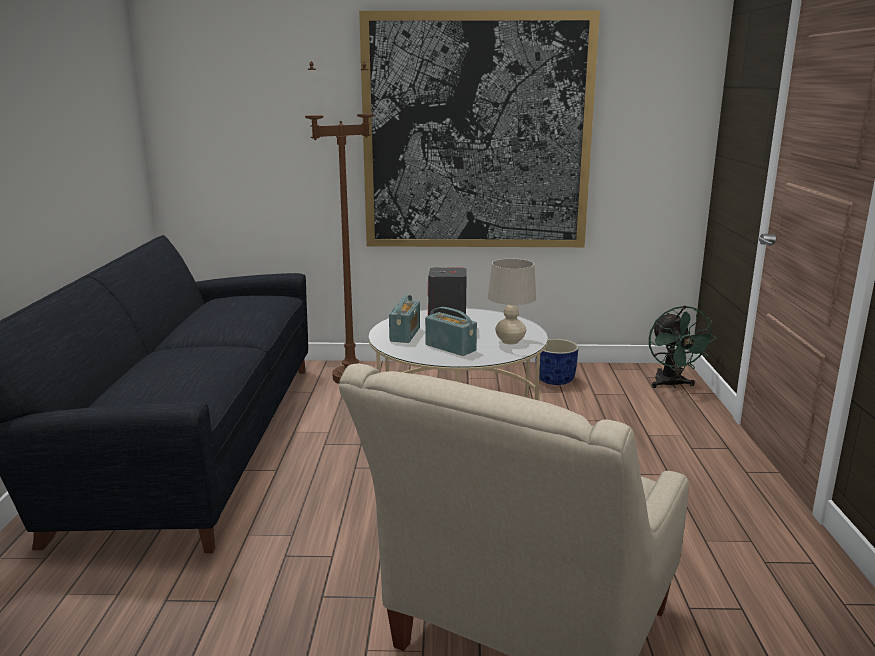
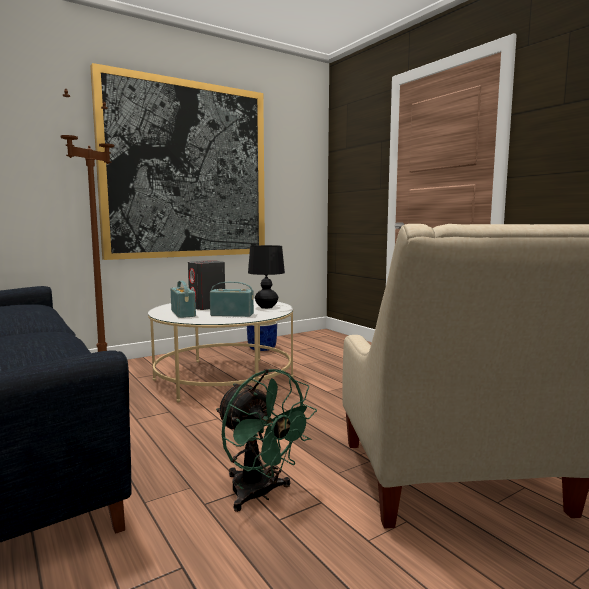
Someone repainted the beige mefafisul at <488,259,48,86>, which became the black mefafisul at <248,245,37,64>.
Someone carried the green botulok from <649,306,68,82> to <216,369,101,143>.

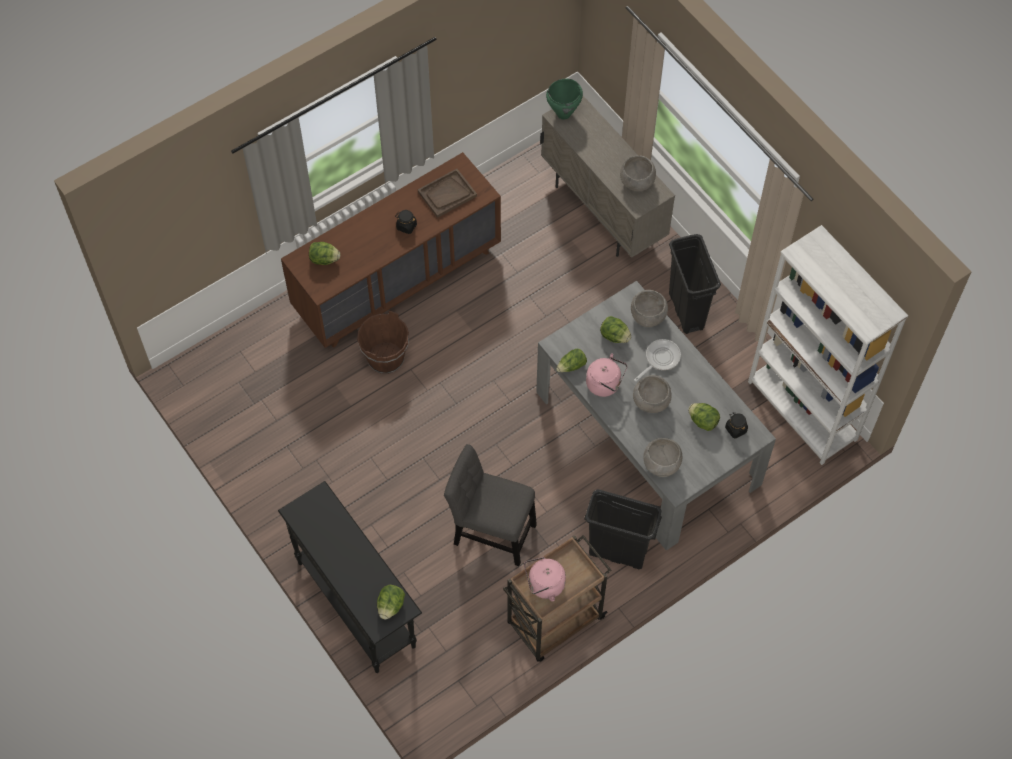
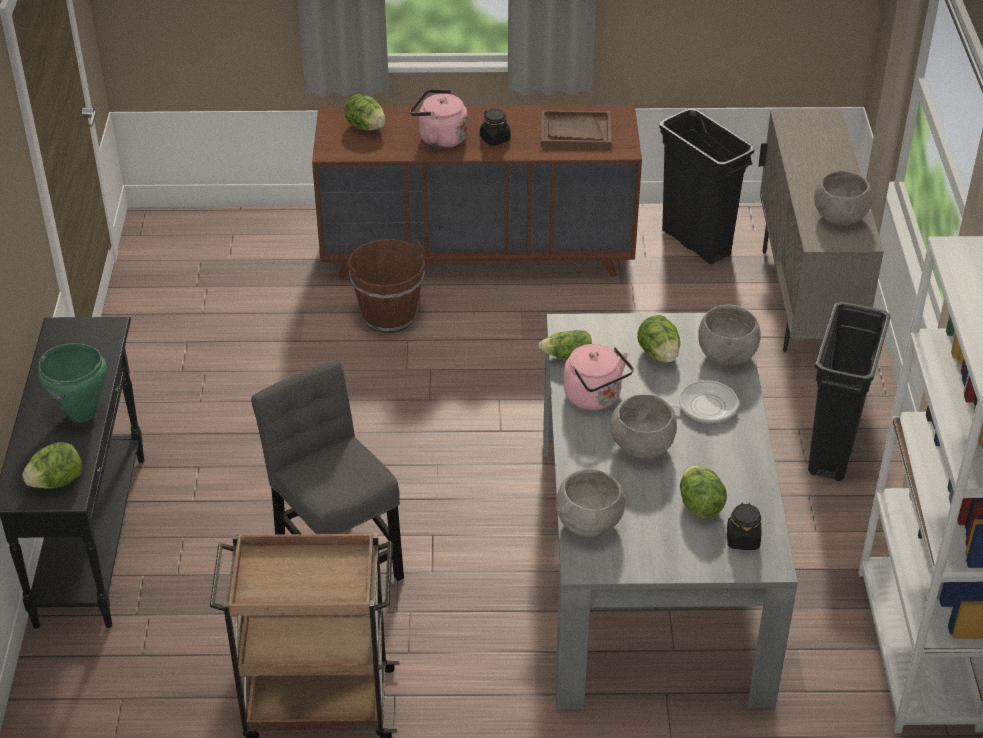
Someone carried the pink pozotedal from <524,557,42,44> to <410,89,58,59>.
Someone carried the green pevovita from <546,79,37,41> to <37,343,70,79>.
Someone carried the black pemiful from <584,489,78,80> to <659,108,96,156>.

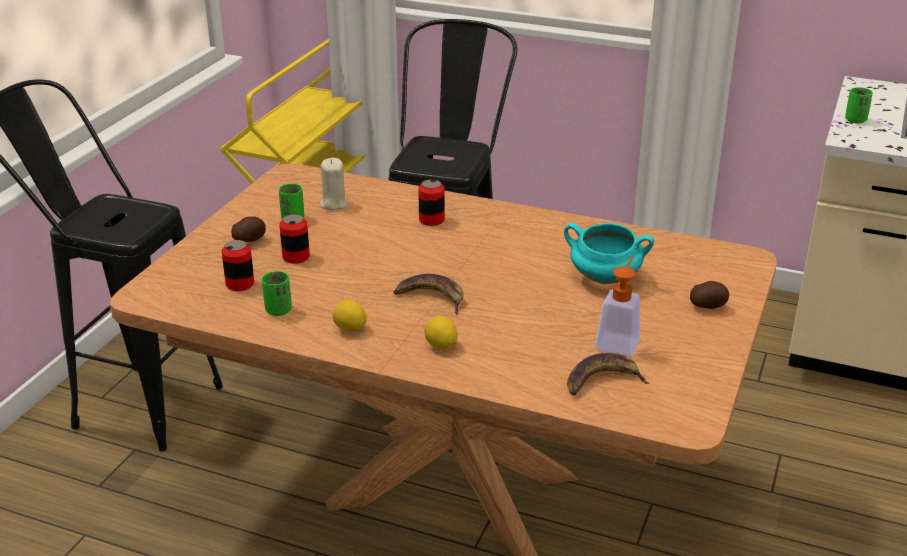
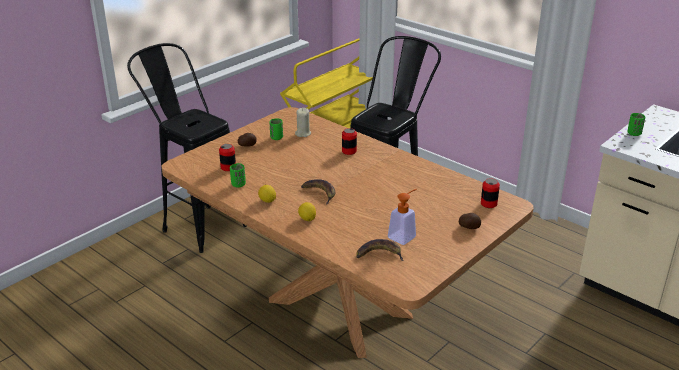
Someone carried the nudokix from <279,214,31,50> to <481,178,19,30>.
Someone took away the turquoise pevovita at <564,223,90,61>.

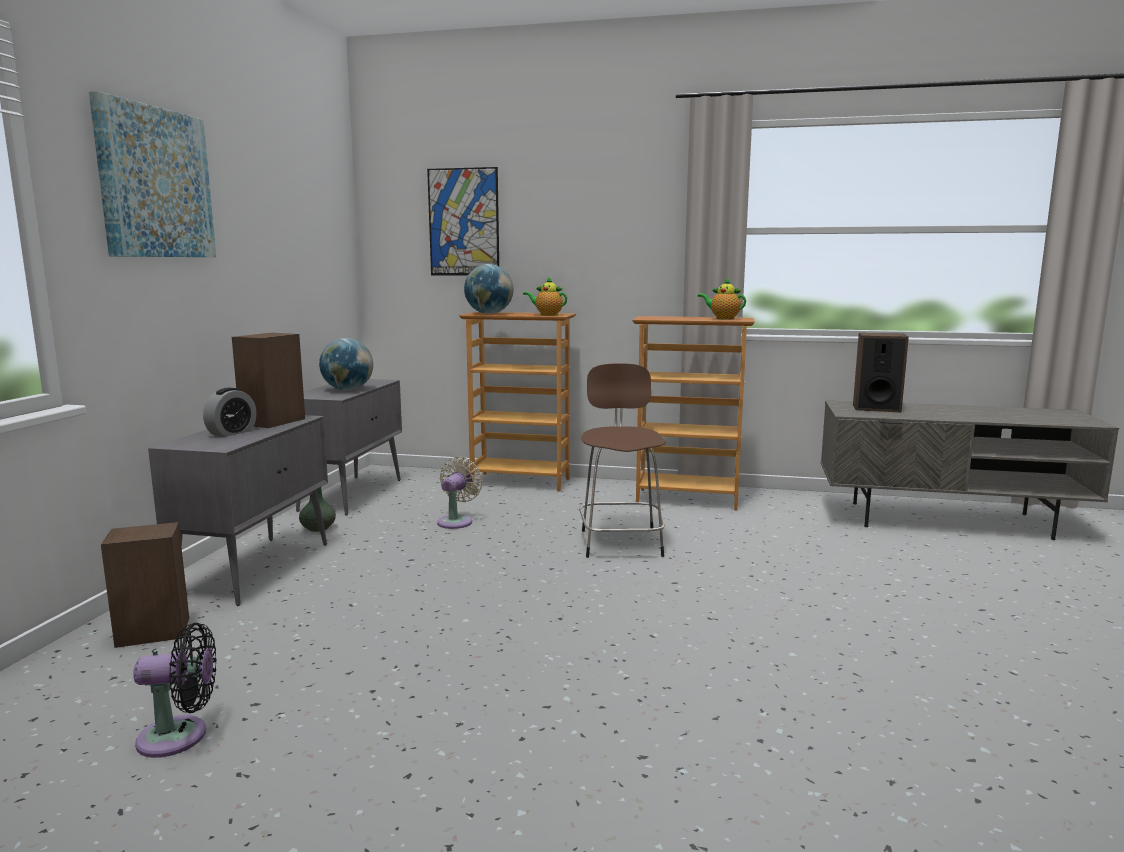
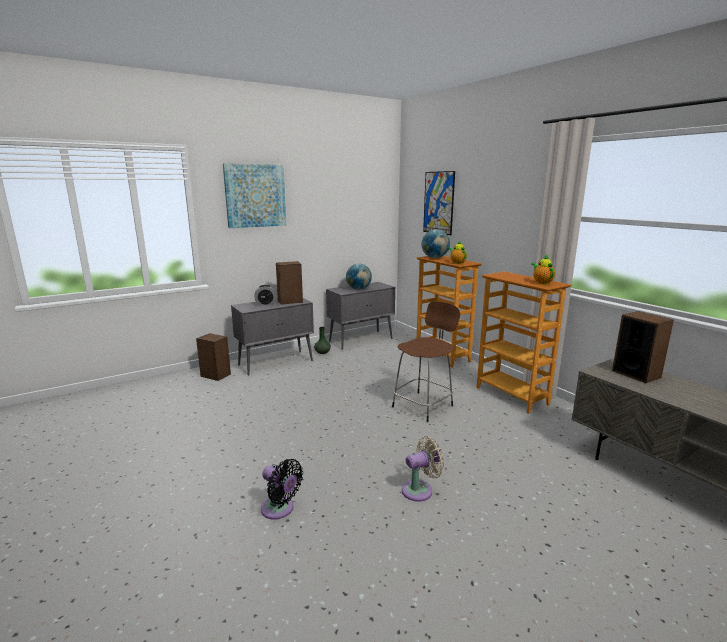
Someone carried the black botulok from <133,623,84,135> to <261,459,42,61>.
Someone carried the beige botulok from <437,456,46,73> to <402,436,42,66>.

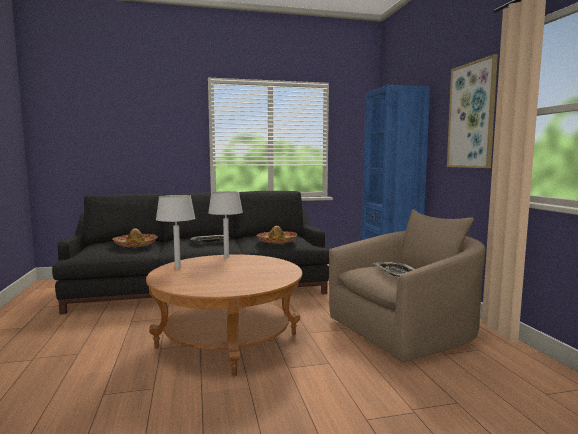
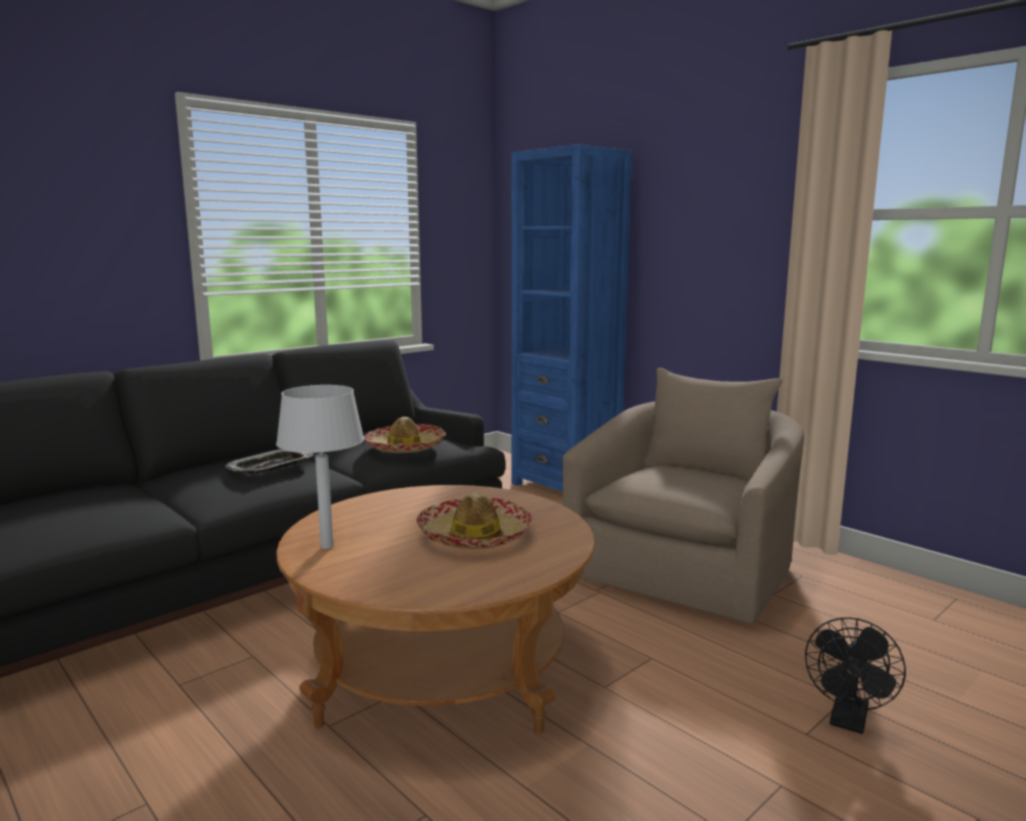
Someone carried the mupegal from <112,228,46,19> to <416,492,116,57>.
Someone took away the grey mefafisul at <208,191,35,67>.
Someone took away the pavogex at <374,262,42,15>.
Someone took away the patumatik at <447,54,51,114>.
Someone put down the black botulok at <805,617,101,117>.

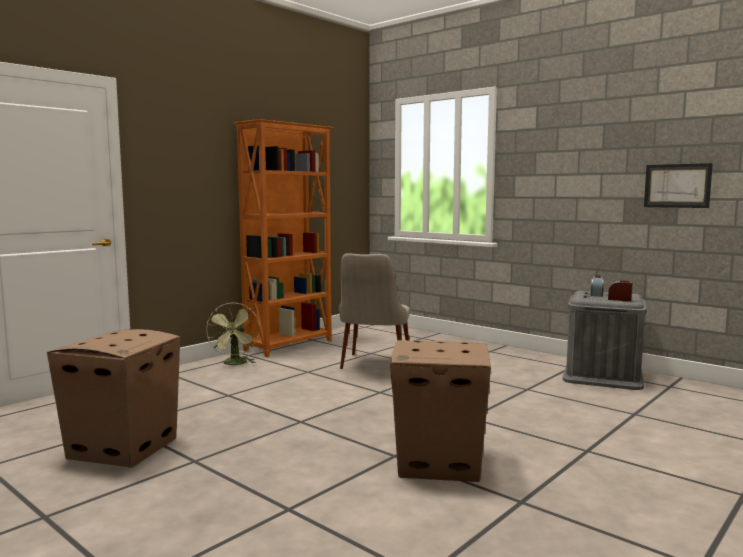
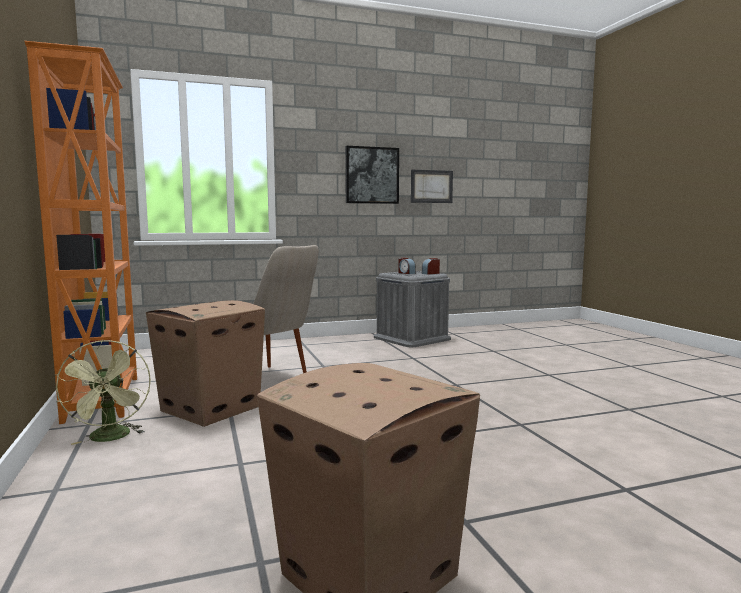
Someone rotated the green botulok at <206,303,54,62> by 45 degrees clockwise.
Someone carried the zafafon from <390,340,101,142> to <146,300,119,127>.
Someone put up the patumatik at <345,146,54,58>.

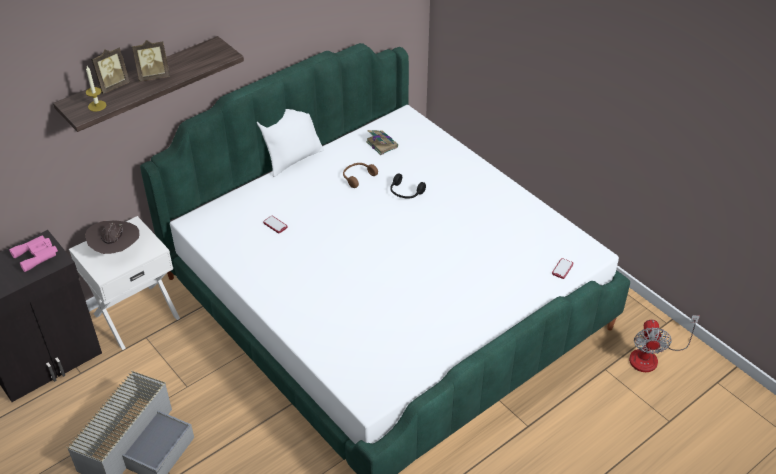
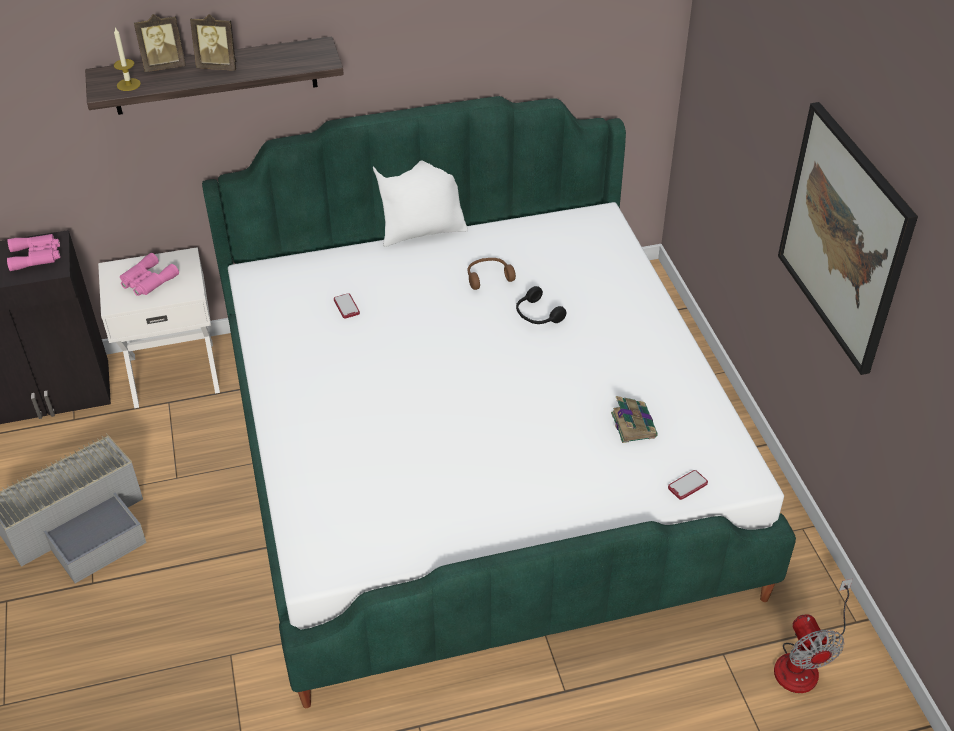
Someone swapped the brown mupegal at <86,220,54,34> for the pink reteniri at <120,253,59,43>.
Someone carried the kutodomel from <366,130,32,25> to <611,396,47,47>.
Someone rotated the botulok at <629,315,71,57> by 45 degrees counterclockwise.
Someone put up the patumatik at <778,102,140,273>.

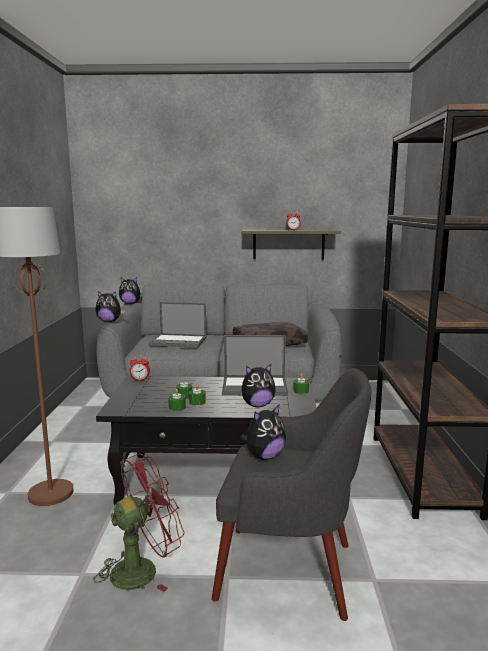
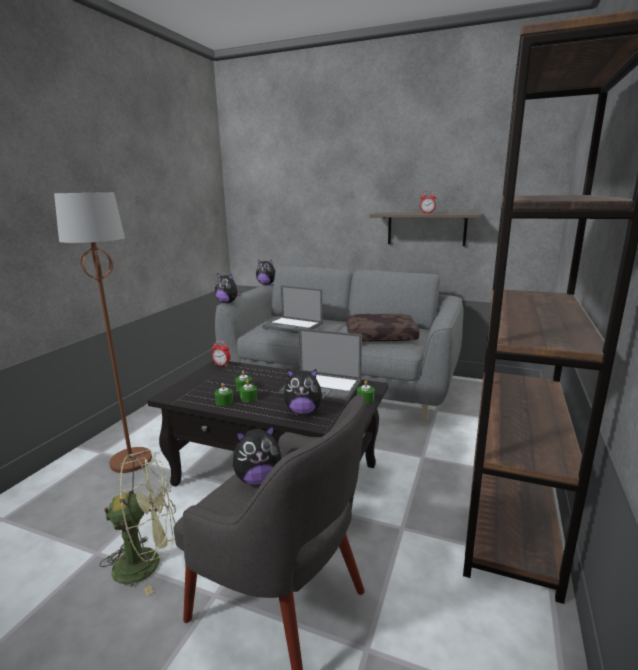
Someone repainted the red botulok at <93,454,92,138>, which became the green botulok at <100,450,76,146>.

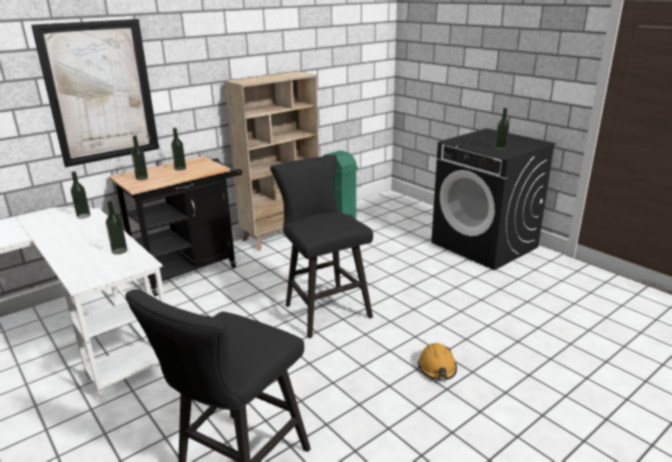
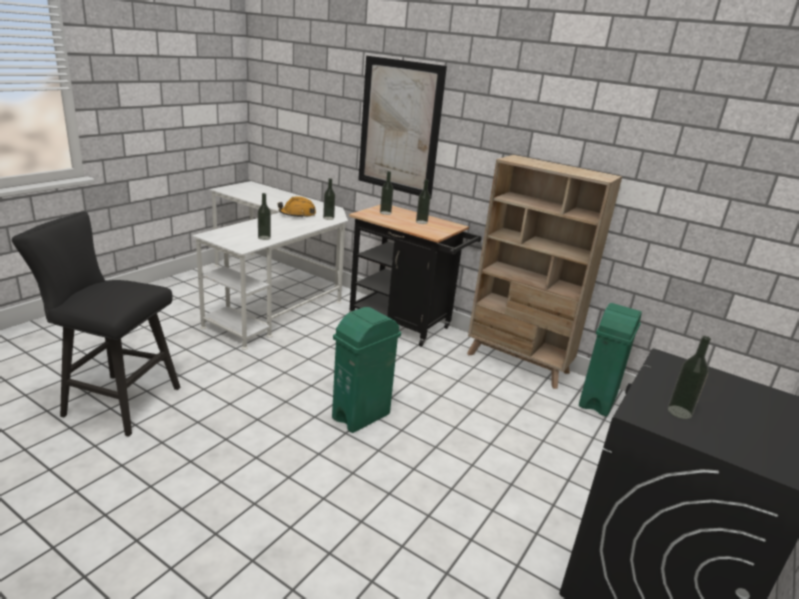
Someone swapped the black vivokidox at <270,155,103,183> for the green pemiful at <332,307,69,126>.
Someone carried the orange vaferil from <418,343,39,37> to <278,197,38,21>.

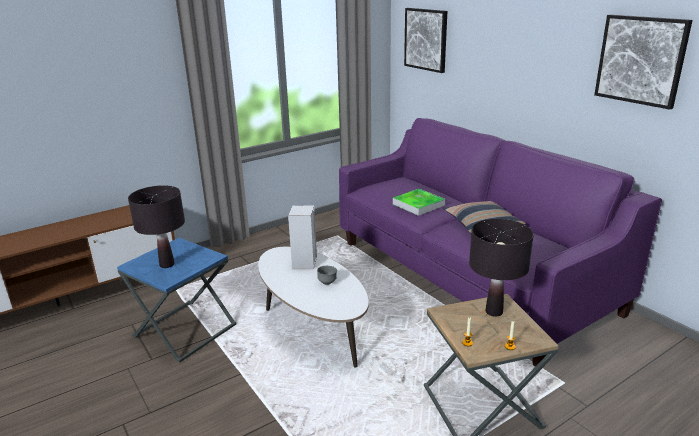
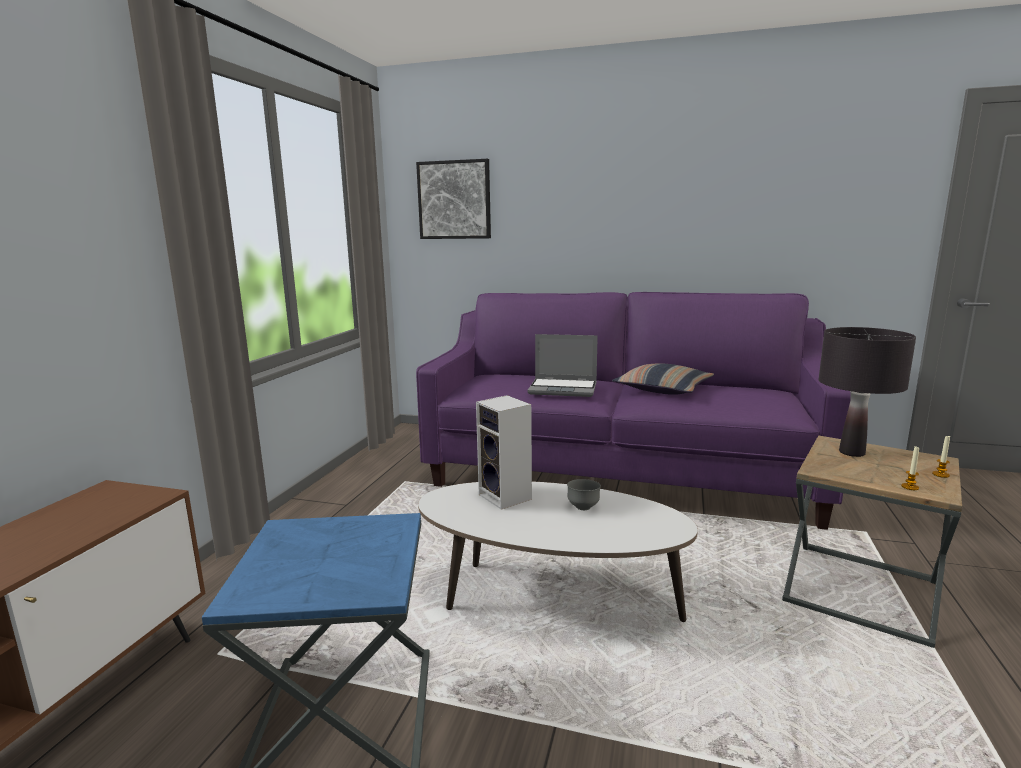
Someone took away the black mefafisul at <128,185,57,83>.
Someone swapped the pavogex at <393,189,52,27> for the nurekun at <527,334,71,63>.
Someone took away the patumatik at <594,14,99,96>.

